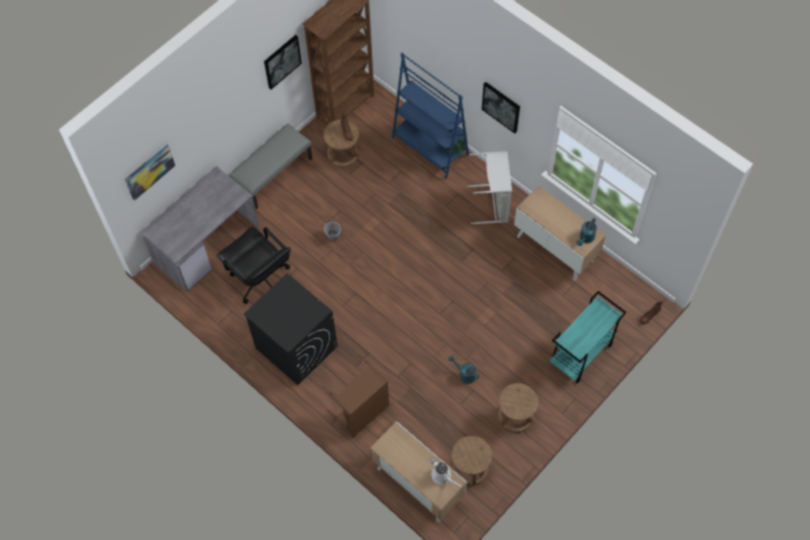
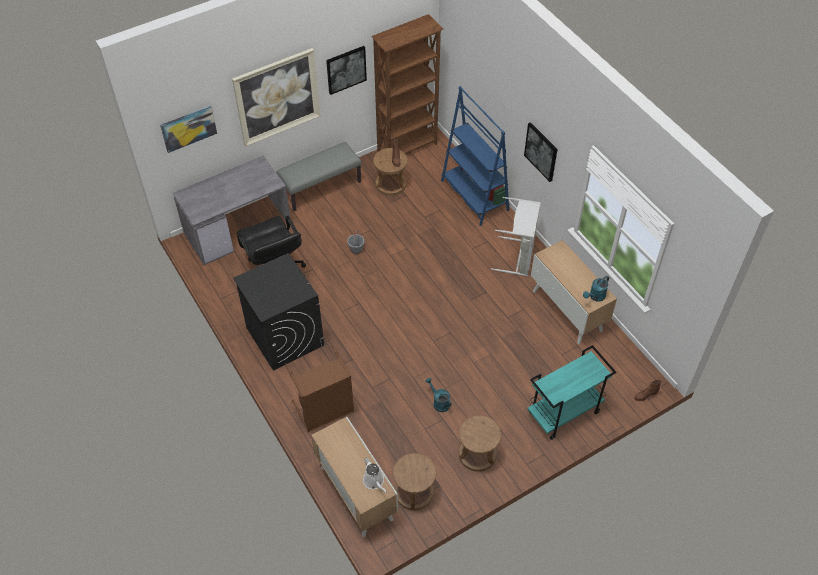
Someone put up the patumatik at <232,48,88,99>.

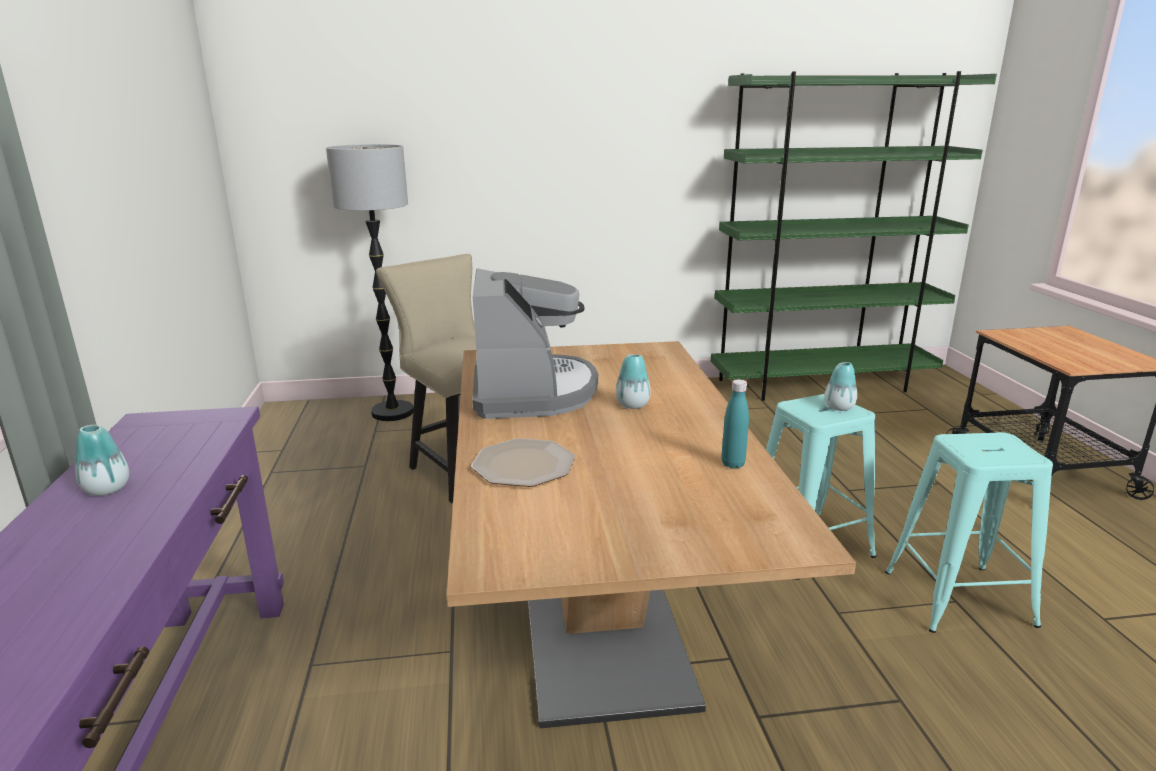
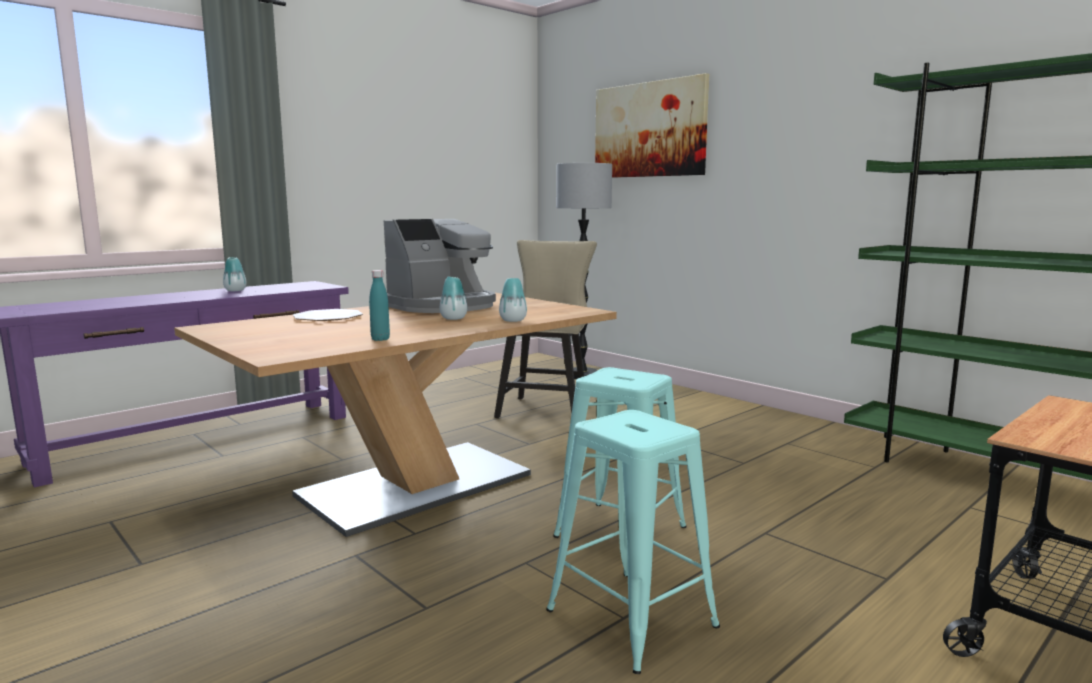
Someone carried the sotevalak from <825,362,32,49> to <499,278,28,44>.
Someone put up the patumatik at <595,73,114,105>.

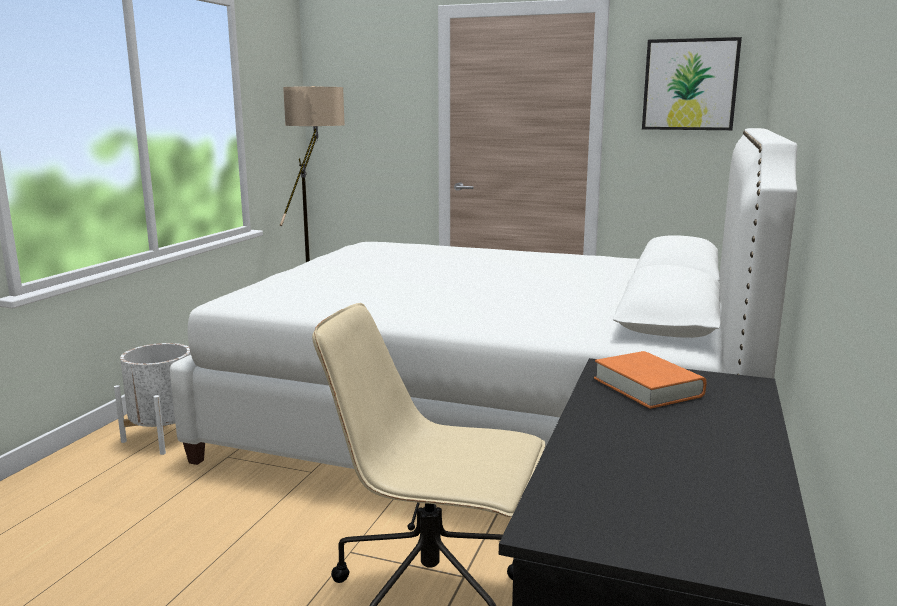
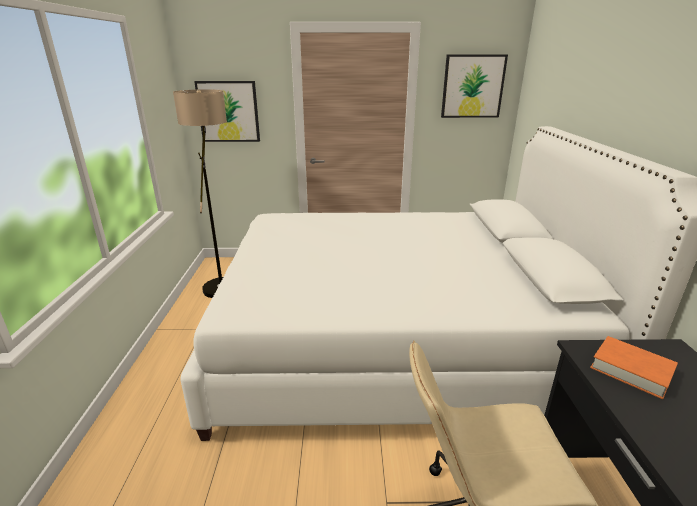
Someone took away the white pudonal at <114,343,77,112>.
Someone put up the patumatik at <194,81,66,61>.

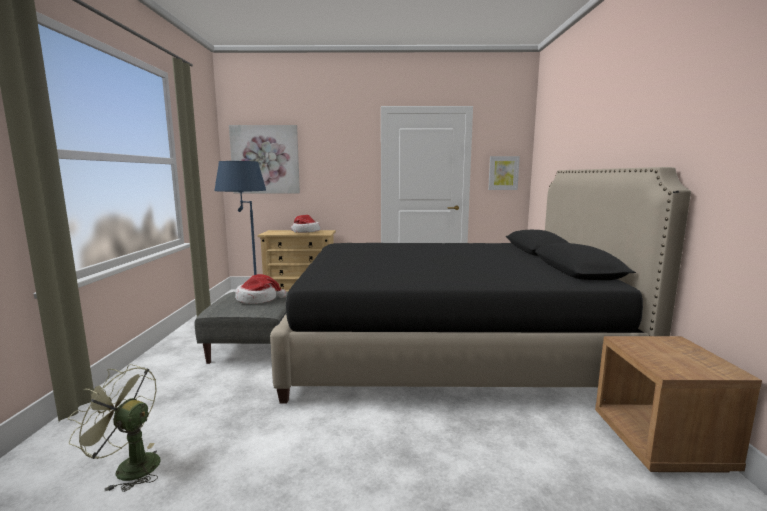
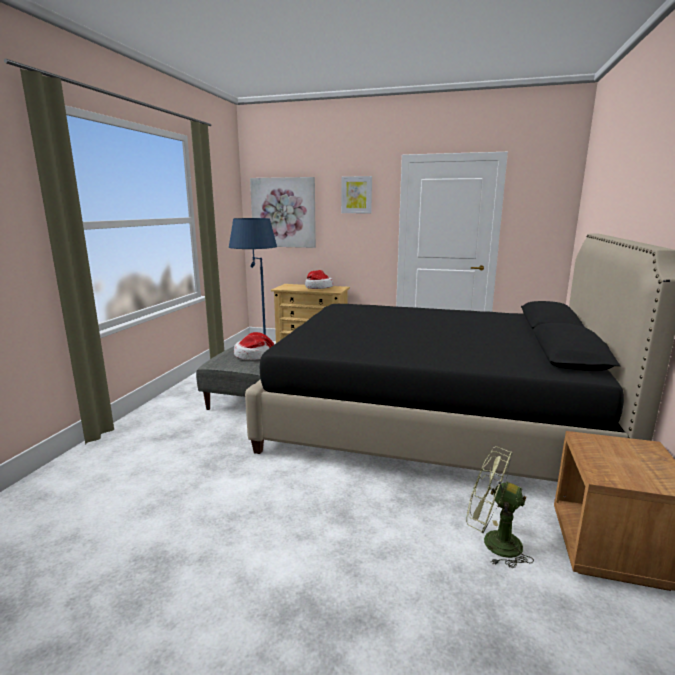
Someone carried the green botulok from <68,364,93,128> to <466,446,68,122>.
Someone carried the patumatik from <488,156,32,34> to <341,176,31,37>.

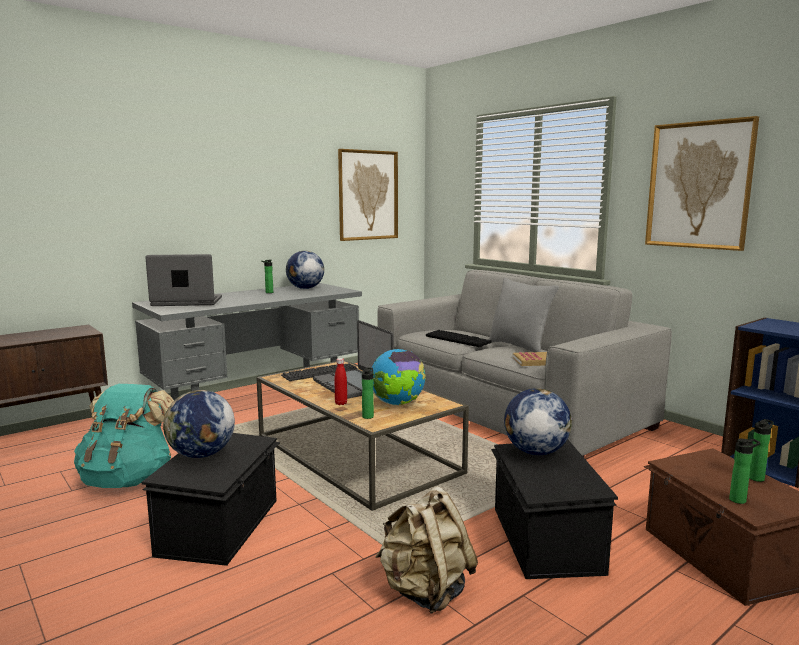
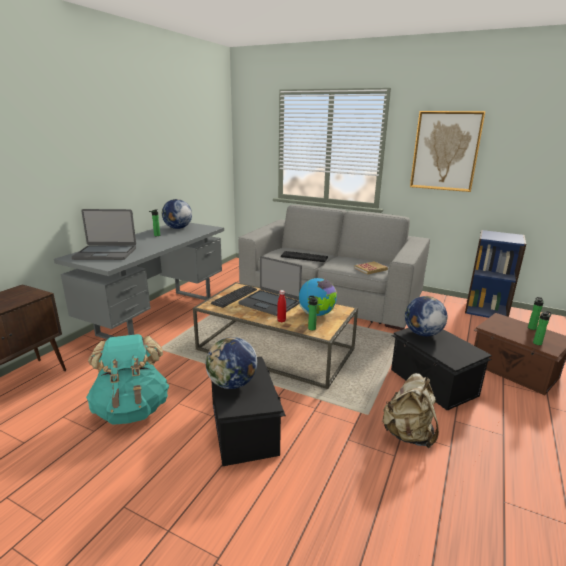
Someone rotated the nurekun at <145,254,77,52> by 150 degrees counterclockwise.
Someone took away the patumatik at <338,149,60,92>.
Someone took away the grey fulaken at <489,277,70,75>.

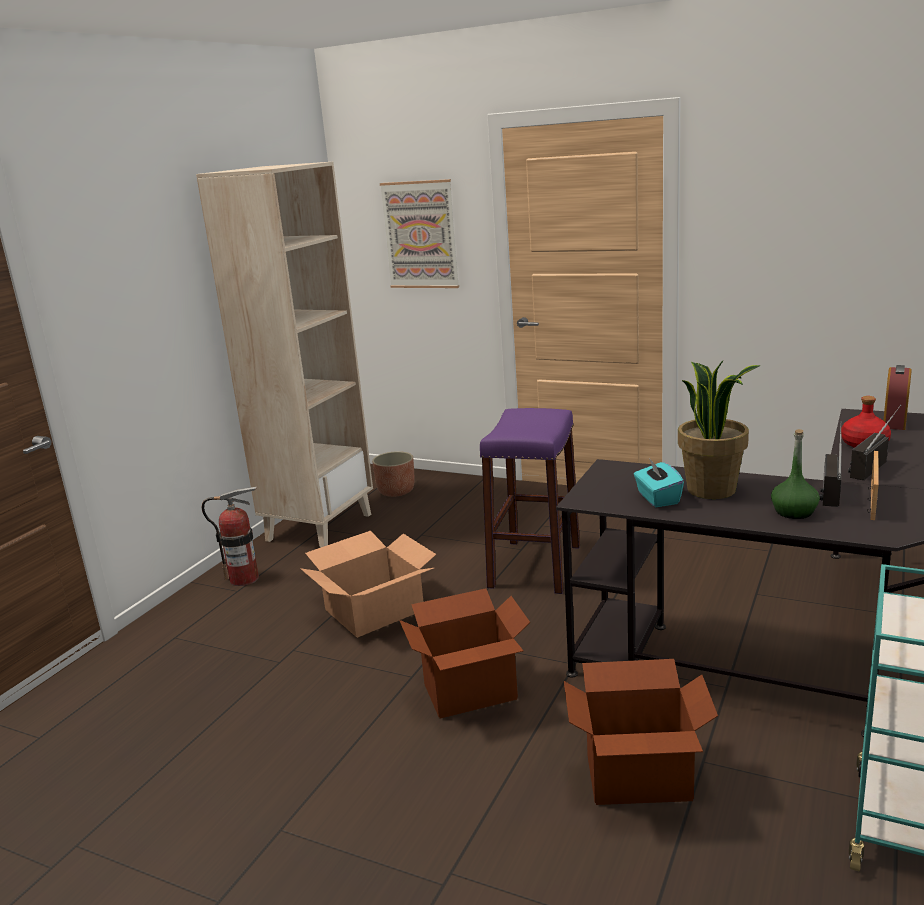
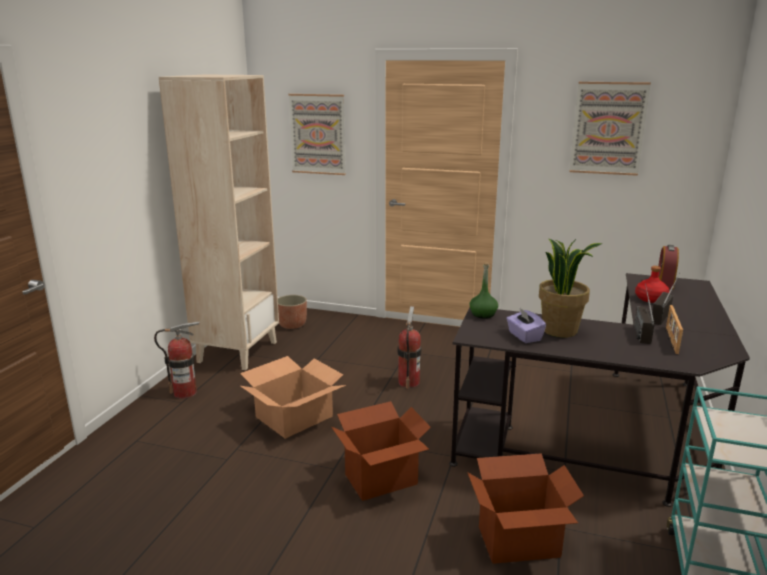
Someone swapped the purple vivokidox at <480,408,100,186> for the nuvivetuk at <398,306,24,83>.
Someone repainted the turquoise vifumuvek at <634,458,50,49>, which became the purple vifumuvek at <506,308,40,35>.
Someone carried the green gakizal from <771,429,49,90> to <470,262,28,57>.
Someone put up the patumatik at <569,82,82,94>.

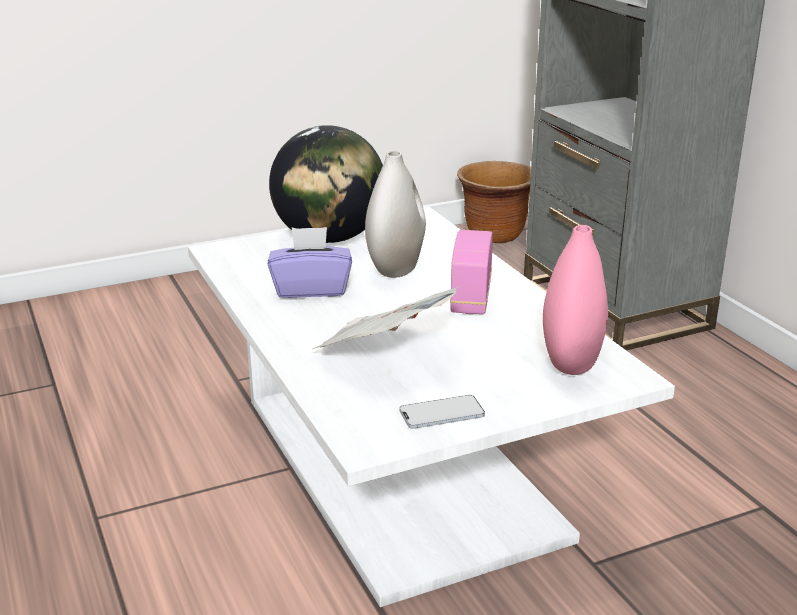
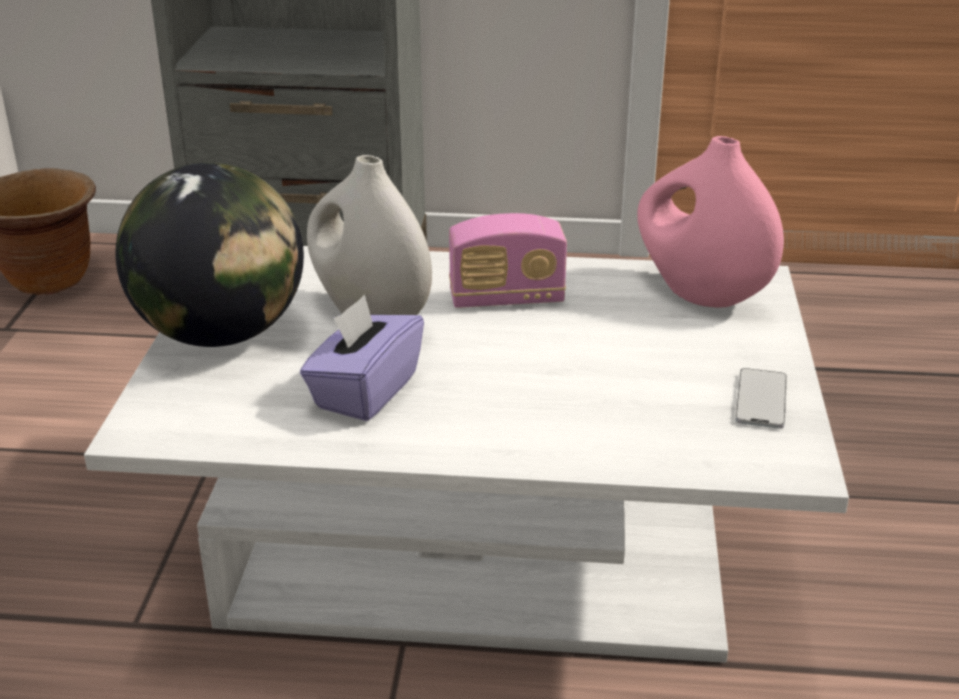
Someone took away the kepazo at <310,286,151,64>.
Someone rotated the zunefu at <450,230,43,84> by 45 degrees counterclockwise.

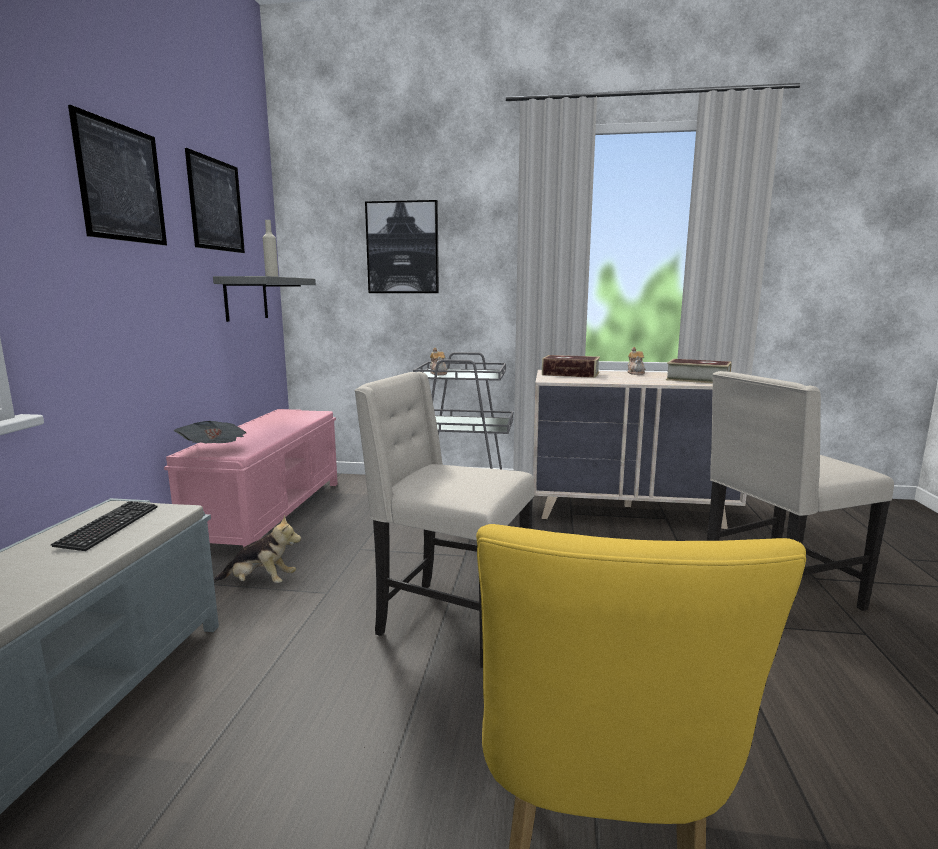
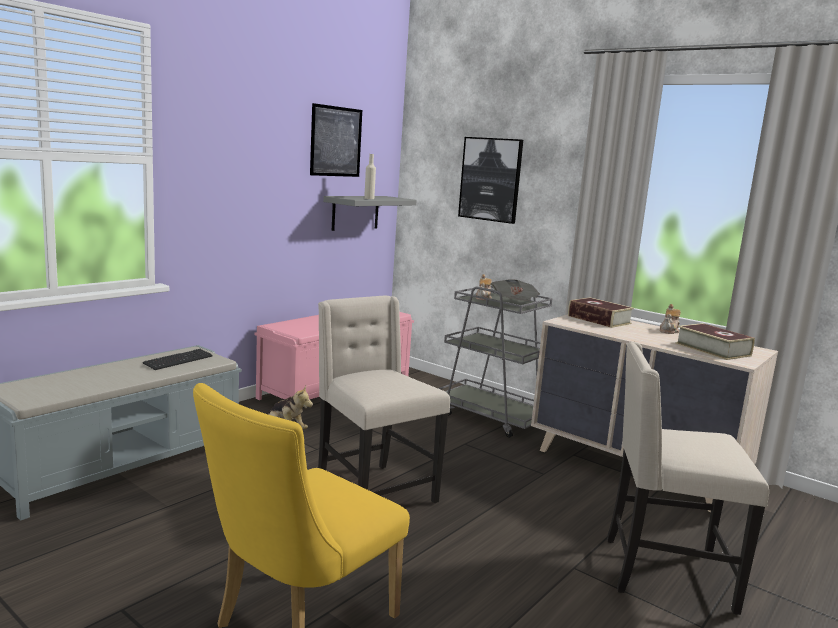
Someone took away the patumatik at <68,105,99,140>.
Someone carried the kepazo from <174,421,72,22> to <490,279,50,22>.

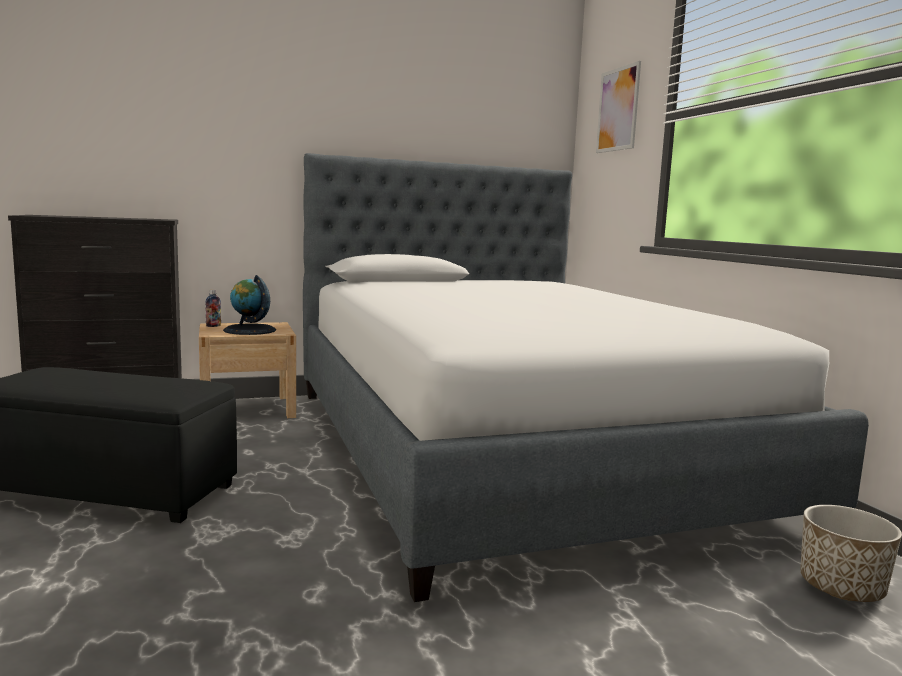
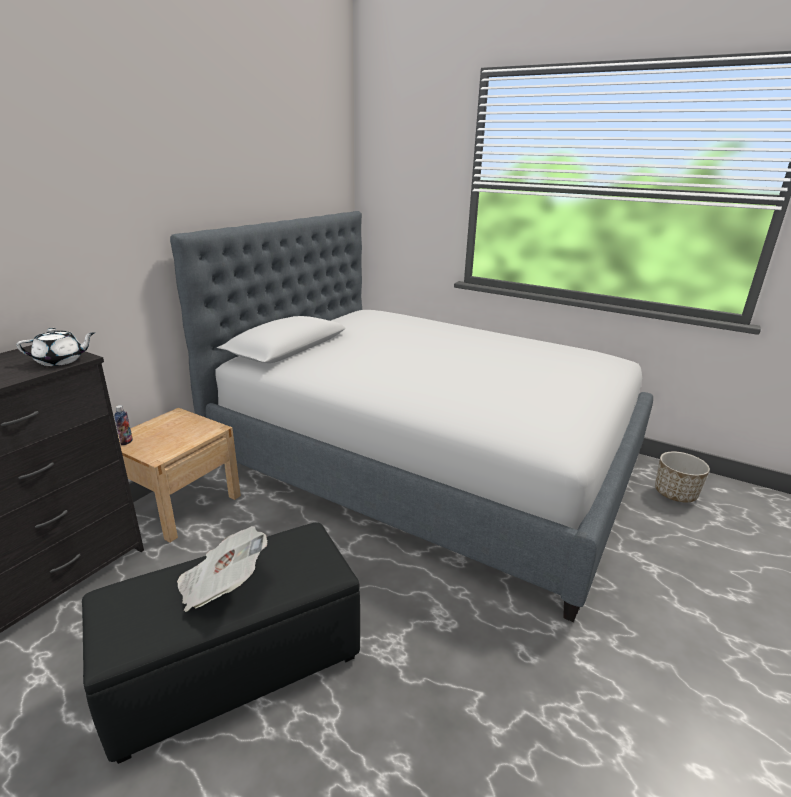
Someone took away the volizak at <223,275,53,60>.
Someone took away the patumatik at <596,61,45,92>.
Someone put down the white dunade at <16,328,79,38>.
Someone put down the kepazo at <177,526,90,86>.

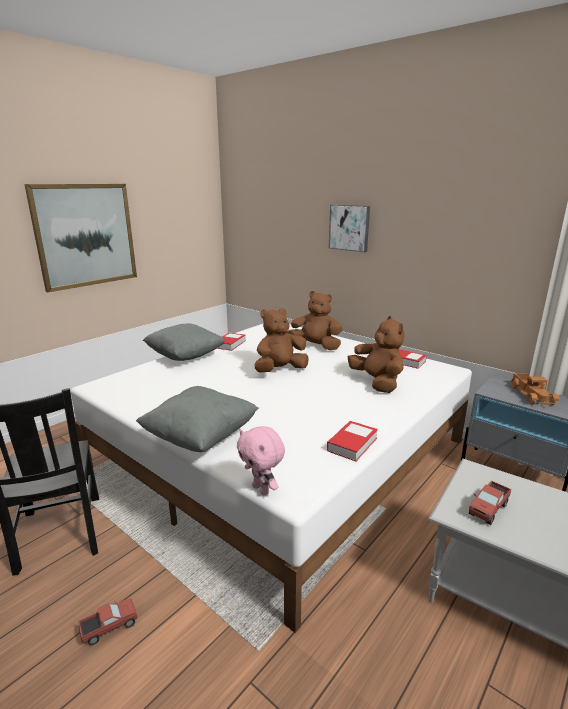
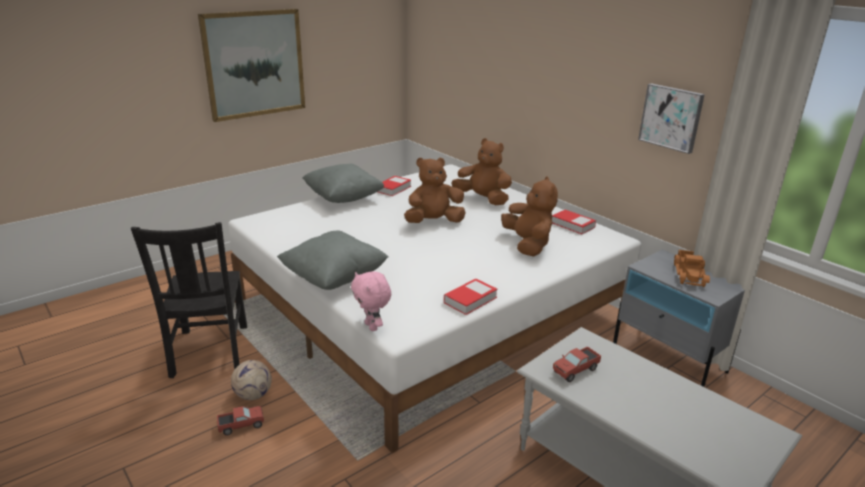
Someone carried the patumatik from <329,205,41,47> to <638,83,67,71>.
Someone put down the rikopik at <231,360,41,40>.

